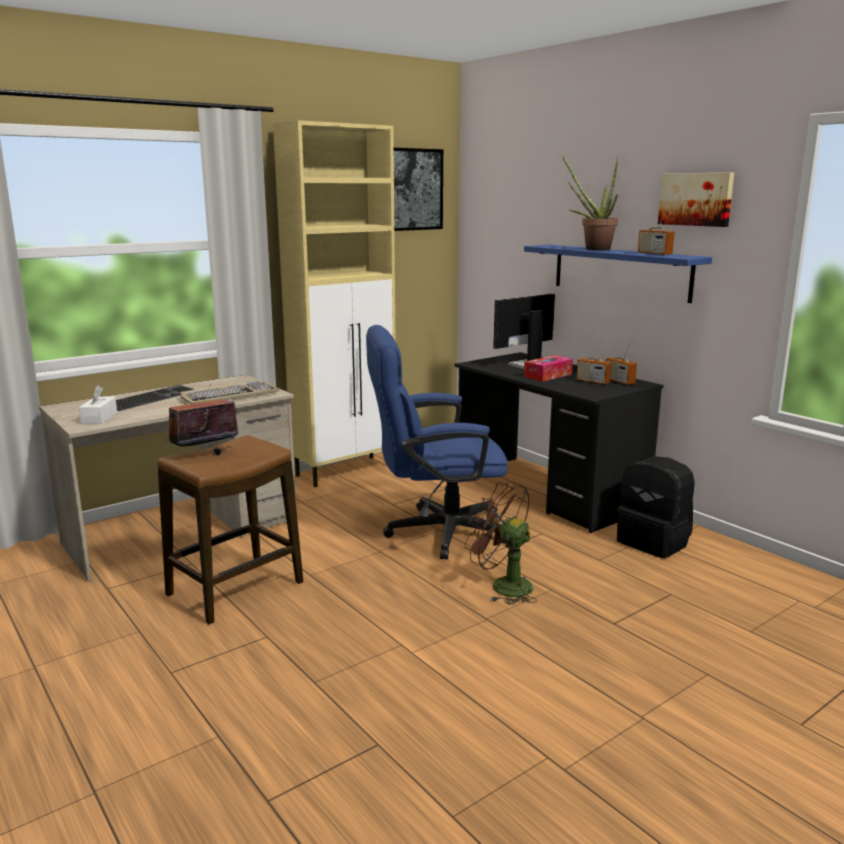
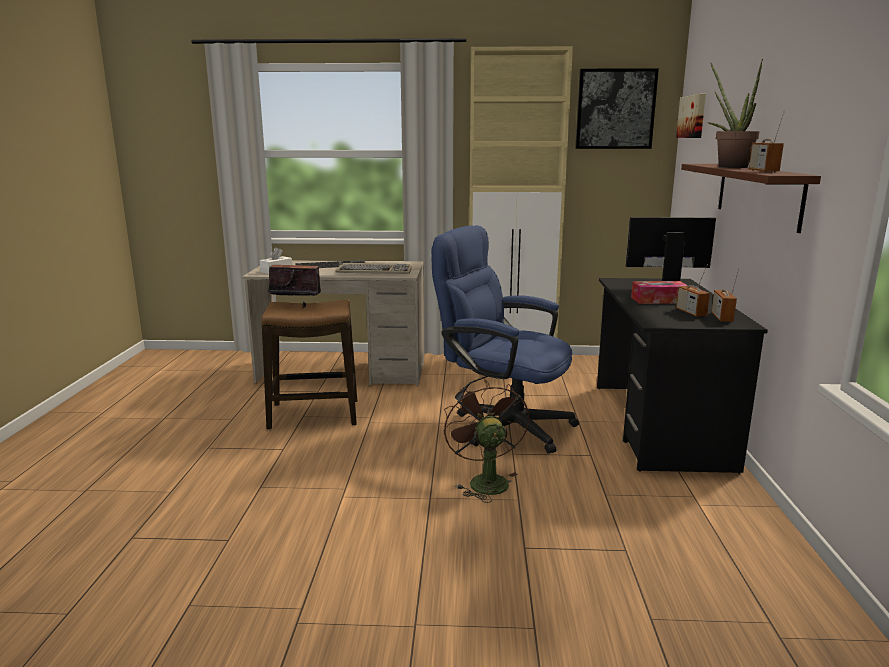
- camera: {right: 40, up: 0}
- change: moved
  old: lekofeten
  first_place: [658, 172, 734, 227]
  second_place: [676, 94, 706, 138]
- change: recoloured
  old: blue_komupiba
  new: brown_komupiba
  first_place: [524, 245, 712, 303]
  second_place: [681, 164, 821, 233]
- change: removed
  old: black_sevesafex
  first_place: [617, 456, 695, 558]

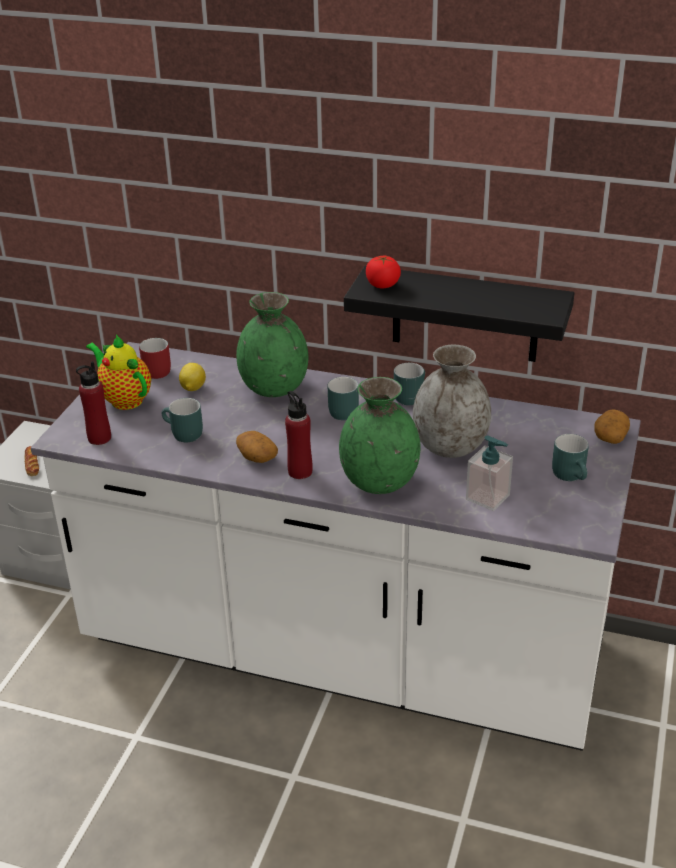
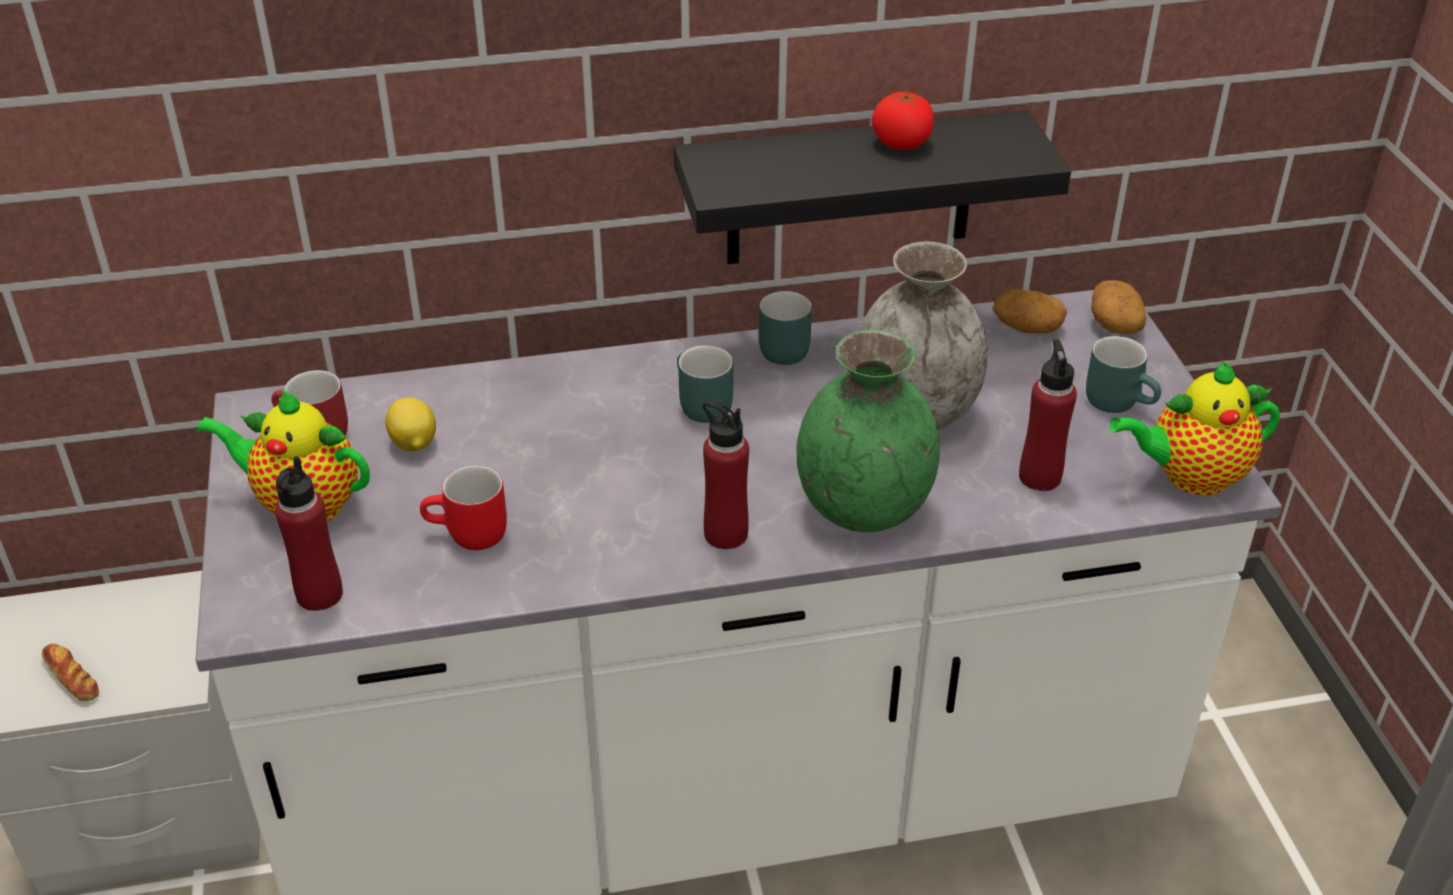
- camera: {right: -30, up: 5}
- change: moved
  old: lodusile
  first_place: [366, 256, 401, 289]
  second_place: [872, 92, 934, 150]
- change: removed
  old: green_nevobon
  first_place: [236, 292, 308, 397]
- change: recoloured
  old: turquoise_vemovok
  new: red_vemovok
  first_place: [162, 398, 203, 442]
  second_place: [420, 465, 507, 550]
- change: moved
  old: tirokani
  first_place: [236, 431, 278, 463]
  second_place: [993, 289, 1067, 334]
- change: replaced
  old: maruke
  new: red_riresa
  first_place: [466, 435, 513, 511]
  second_place: [1019, 339, 1077, 491]
- change: added
  new: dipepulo
  second_place: [1109, 361, 1280, 495]

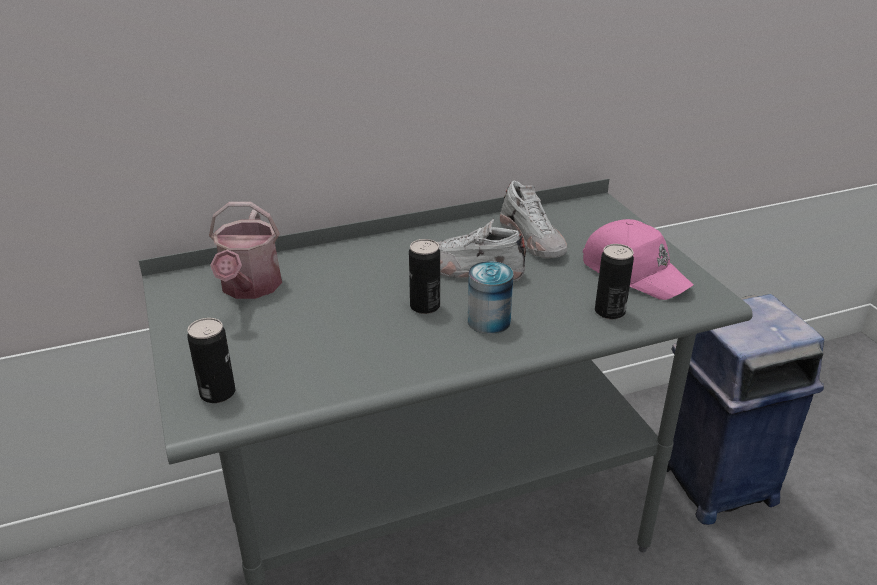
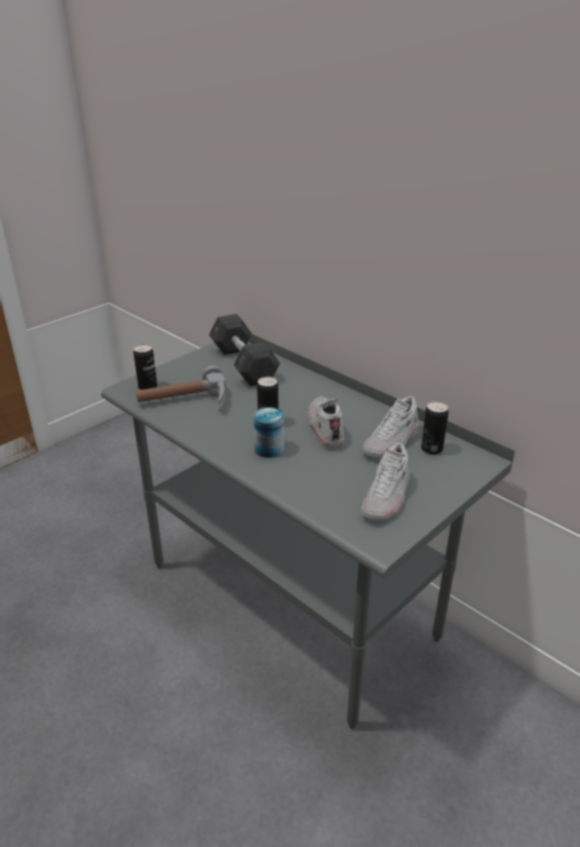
- camera: {right: 65, up: 0}
- change: replaced
  old: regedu
  new: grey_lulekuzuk
  first_place: [209, 202, 282, 299]
  second_place: [209, 314, 280, 386]
- change: replaced
  old: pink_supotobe
  new: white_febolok
  first_place: [583, 219, 694, 300]
  second_place: [361, 443, 410, 521]
- change: moved
  old: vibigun
  first_place: [595, 244, 634, 319]
  second_place: [421, 401, 449, 455]
- change: removed
  old: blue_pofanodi
  first_place: [667, 294, 824, 525]
- change: added
  new: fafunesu
  second_place: [136, 366, 227, 411]

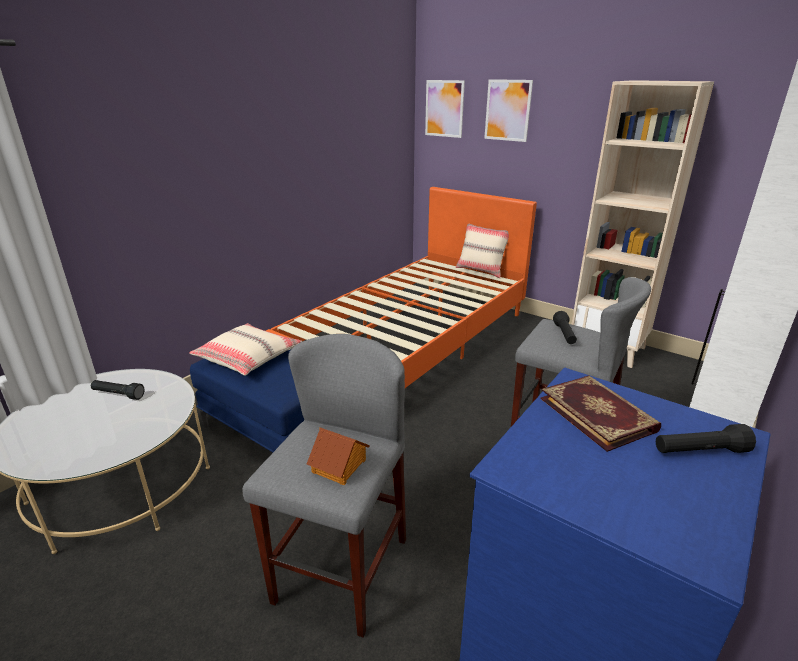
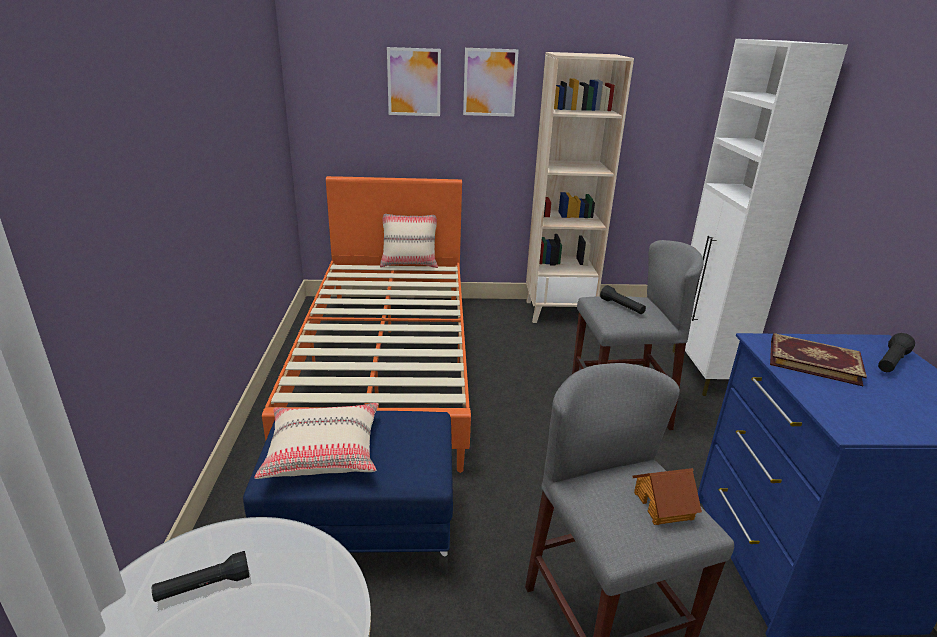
- camera: {right: -40, up: 0}
- change: moved
  old: lekofeten
  first_place: [425, 80, 465, 138]
  second_place: [463, 48, 519, 117]

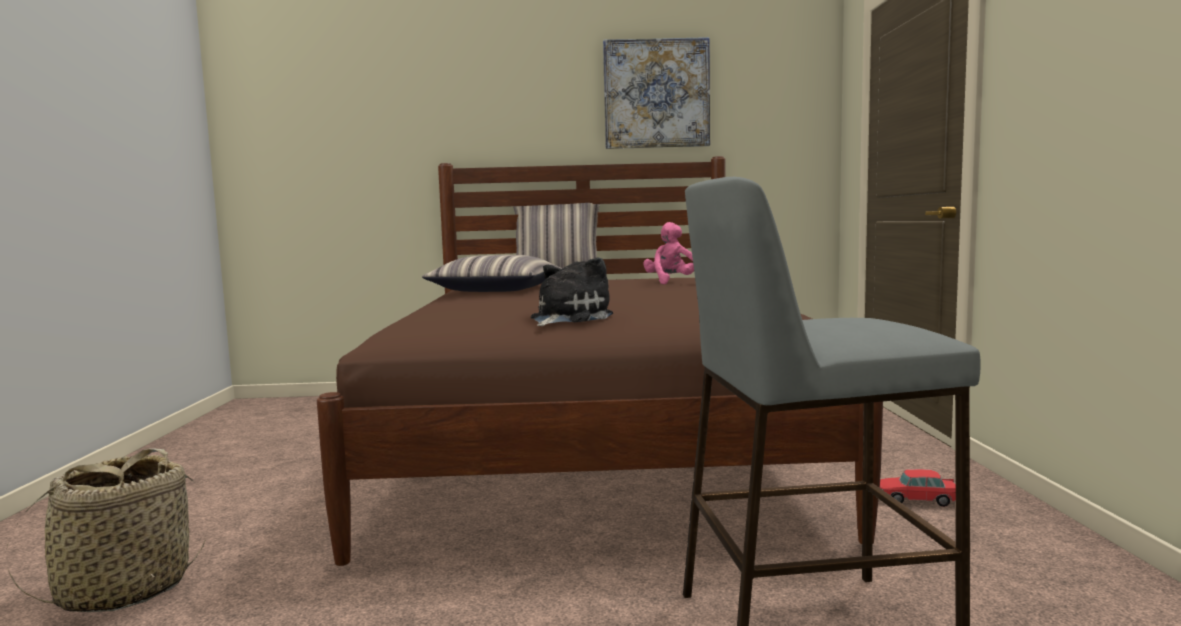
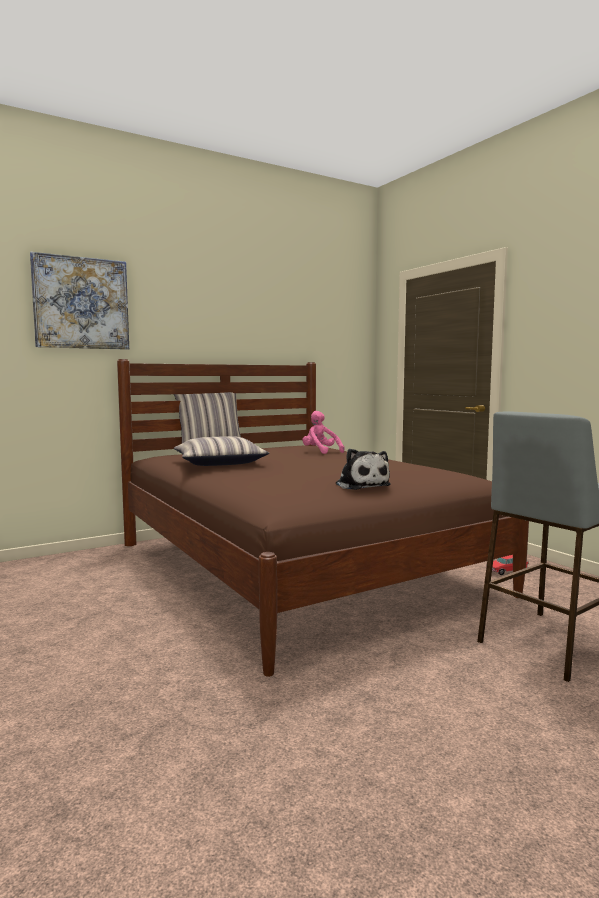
- camera: {right: -30, up: 0}
- change: moved
  old: lekofeten
  first_place: [603, 37, 710, 149]
  second_place: [30, 252, 129, 350]
- change: turned
  old: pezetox
  first_place: [531, 257, 613, 326]
  second_place: [336, 449, 391, 490]
  degrees: 150
- change: removed
  old: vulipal
  first_place: [7, 448, 206, 612]

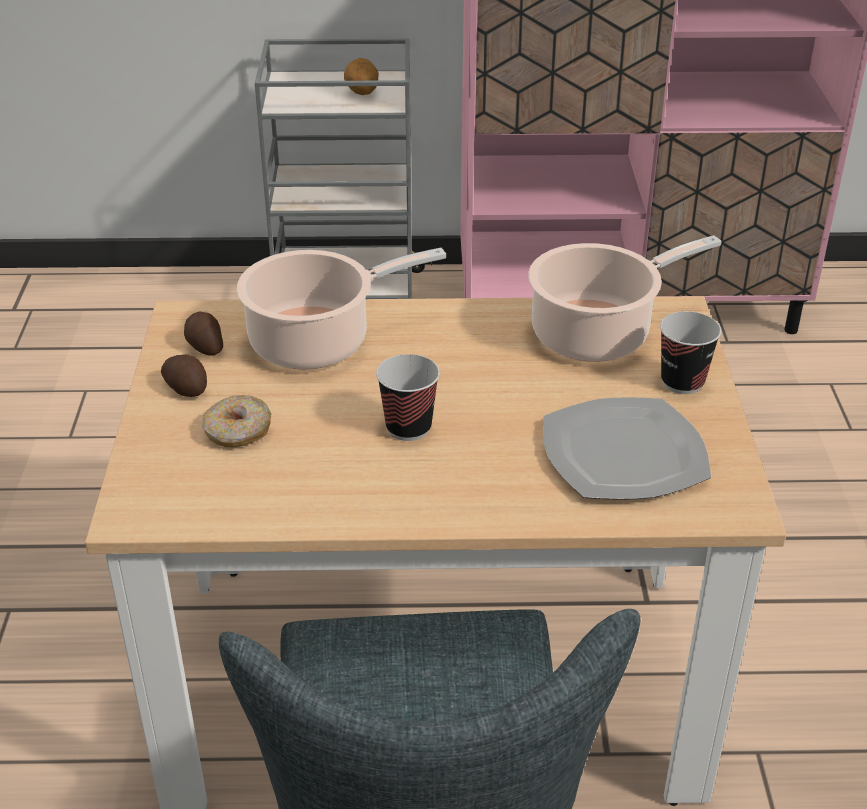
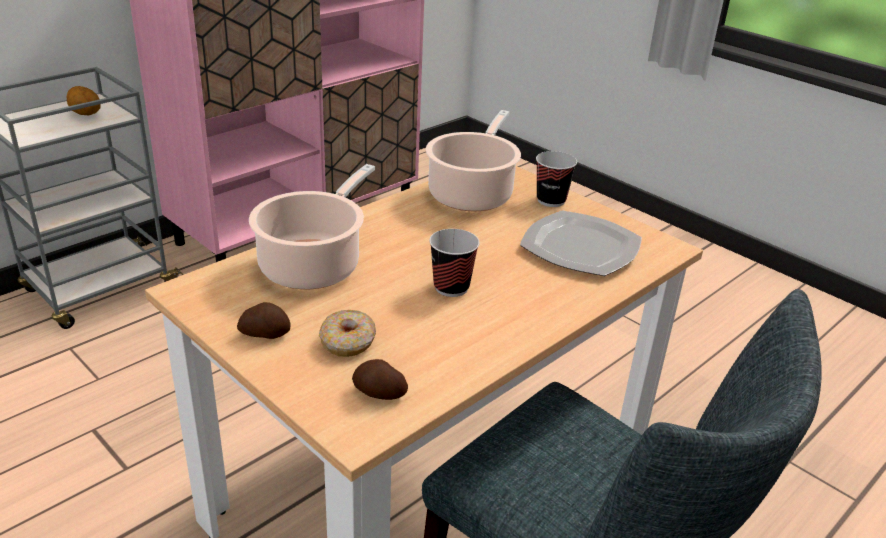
- camera: {right: -45, up: -5}
- change: moved
  old: tirokani
  first_place: [184, 311, 223, 356]
  second_place: [352, 359, 408, 400]

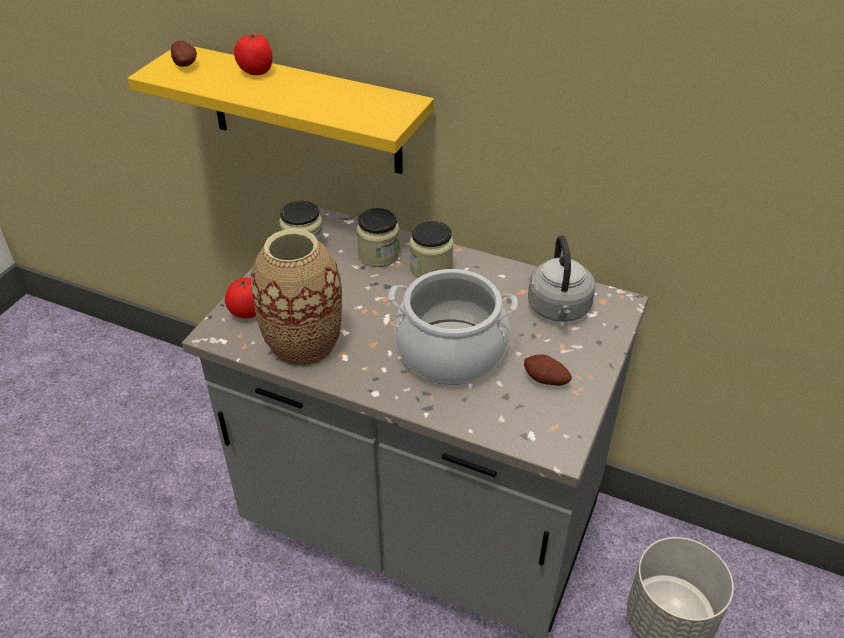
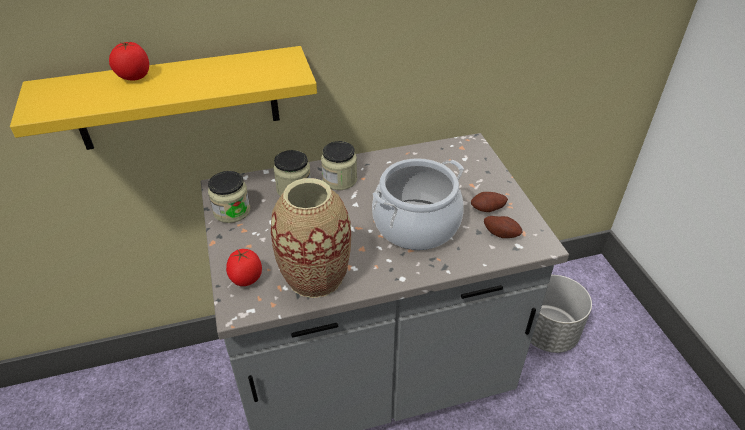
- camera: {right: -40, up: 0}
- change: moved
  old: tirokani
  first_place: [171, 40, 197, 67]
  second_place: [484, 216, 522, 238]
- change: removed
  old: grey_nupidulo
  first_place: [528, 235, 595, 322]

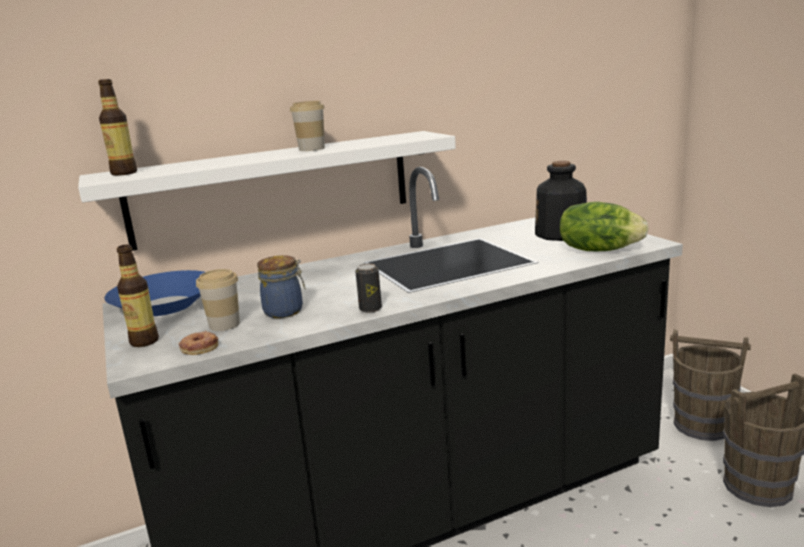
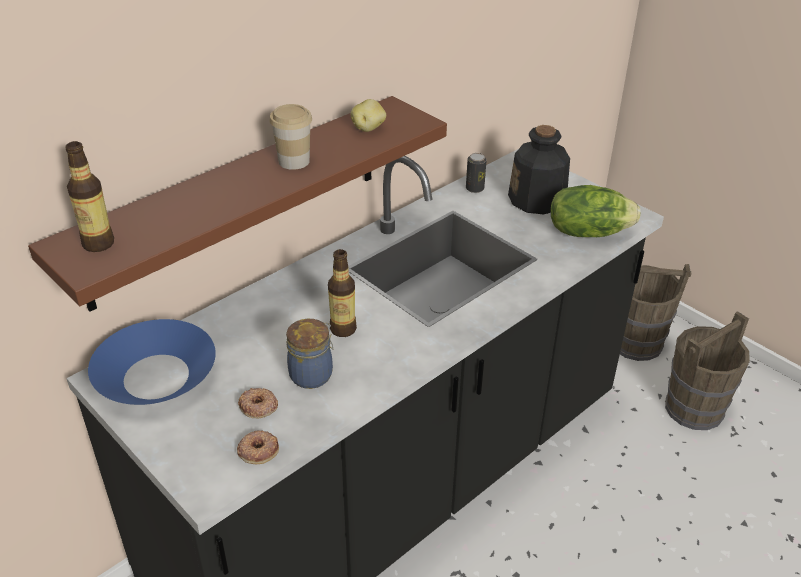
- camera: {right: -20, up: 20}
- change: recoloured
  old: white_komupiba
  new: brown_komupiba
  first_place: [78, 131, 456, 251]
  second_place: [28, 96, 447, 312]
- change: moved
  old: riresa
  first_place: [117, 245, 159, 347]
  second_place: [328, 249, 357, 337]
- change: moved
  old: vibigun
  first_place: [355, 264, 382, 313]
  second_place: [466, 153, 487, 193]
- change: replaced
  old: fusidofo
  new: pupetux
  first_place: [196, 269, 240, 331]
  second_place: [238, 388, 278, 419]
- change: added
  new: tirokani
  second_place: [351, 99, 386, 132]

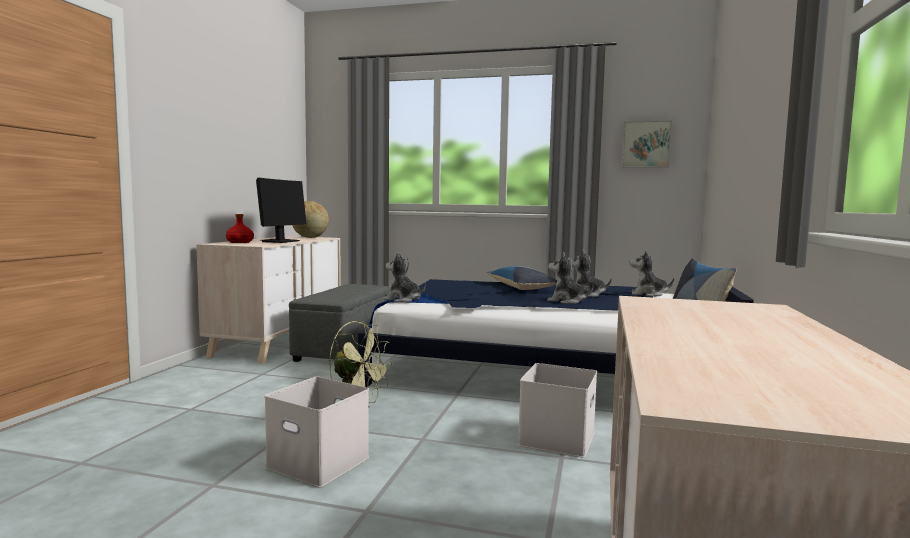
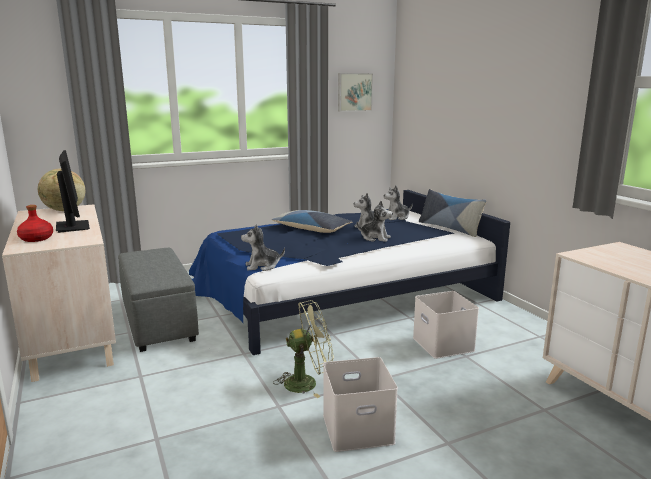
- camera: {right: -40, up: 10}
- change: turned
  old: pezetox
  first_place: [547, 252, 594, 304]
  second_place: [357, 201, 393, 242]
  degrees: -150

